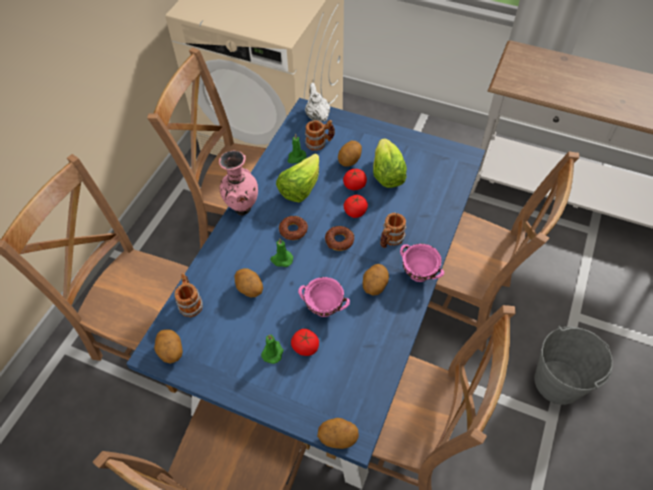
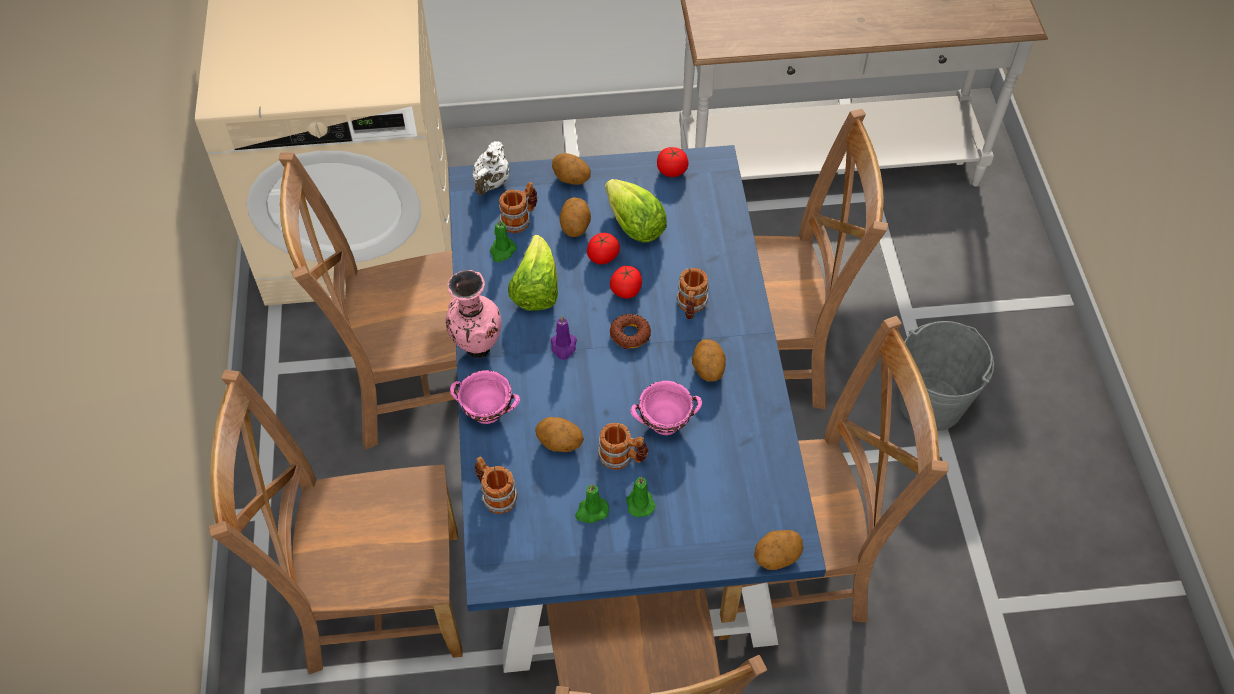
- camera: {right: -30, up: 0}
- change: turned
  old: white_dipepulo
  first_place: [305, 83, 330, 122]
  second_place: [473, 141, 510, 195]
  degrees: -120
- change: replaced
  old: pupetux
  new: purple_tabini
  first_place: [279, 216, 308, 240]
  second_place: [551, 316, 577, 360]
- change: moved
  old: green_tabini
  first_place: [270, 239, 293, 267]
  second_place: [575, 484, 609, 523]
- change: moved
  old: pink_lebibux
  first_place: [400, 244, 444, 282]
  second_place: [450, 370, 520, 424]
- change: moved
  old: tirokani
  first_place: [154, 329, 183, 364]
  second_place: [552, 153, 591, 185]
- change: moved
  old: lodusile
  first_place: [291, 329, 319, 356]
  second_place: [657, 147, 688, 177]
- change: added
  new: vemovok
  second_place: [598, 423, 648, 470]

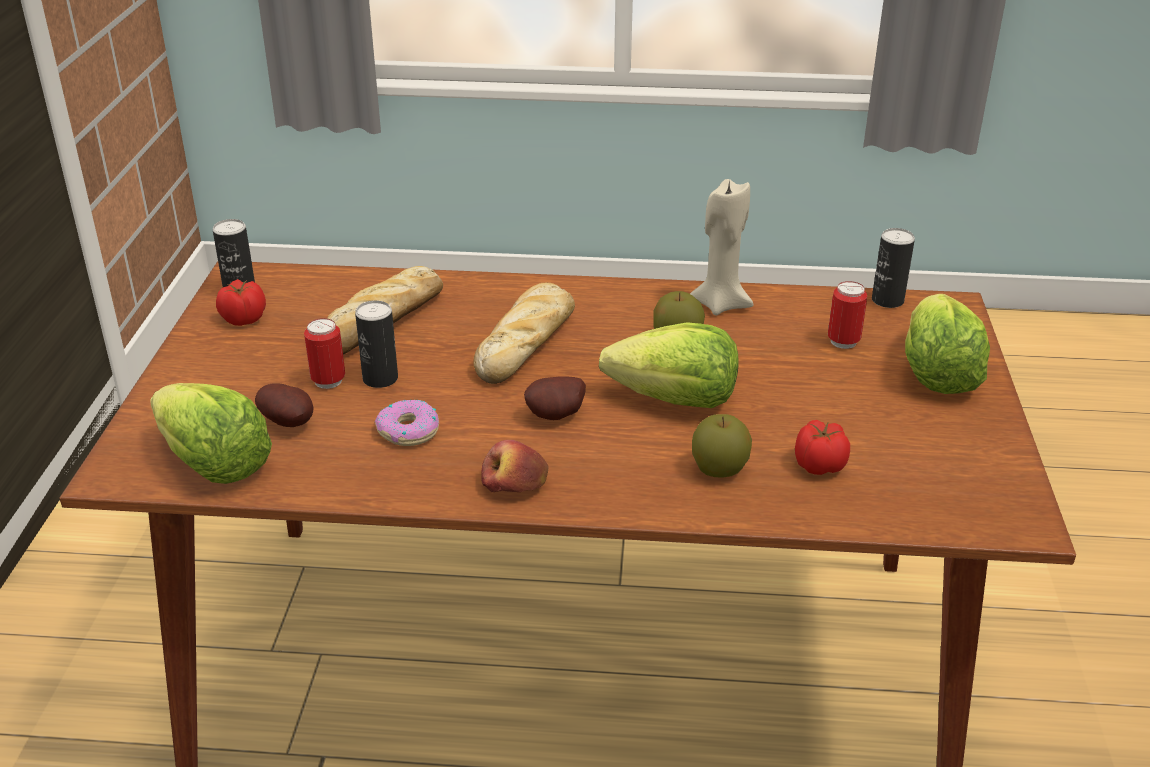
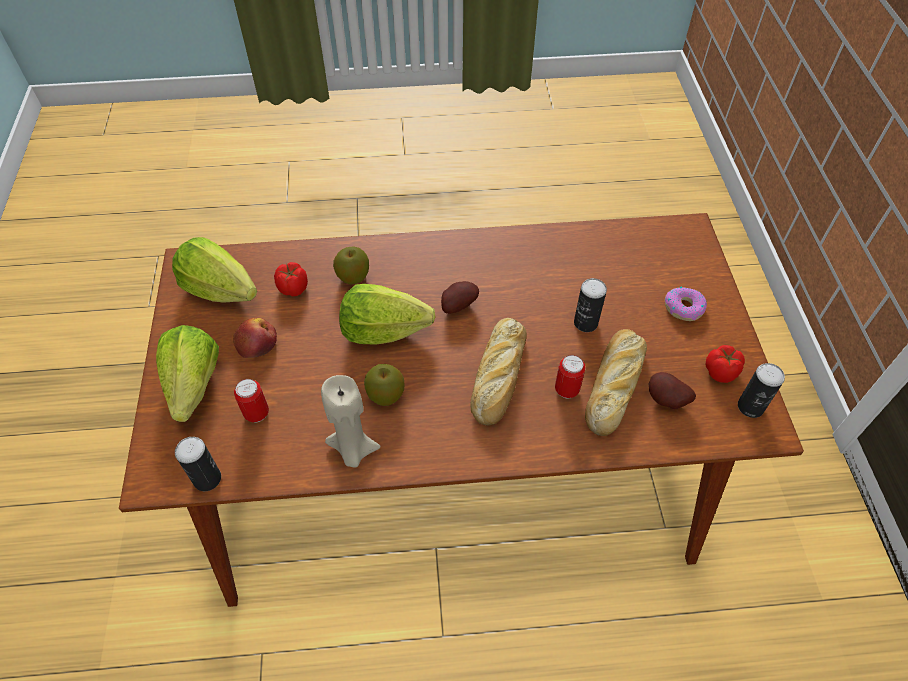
- camera: {right: 170, up: 20}
- change: moved
  old: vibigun
  first_place: [304, 318, 345, 389]
  second_place: [555, 355, 585, 399]
- change: moved
  old: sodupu
  first_place: [150, 383, 272, 484]
  second_place: [172, 237, 257, 303]
- change: moved
  old: tirokani
  first_place: [255, 383, 314, 427]
  second_place: [649, 372, 696, 409]
- change: moved
  old: pupetux
  first_place: [375, 400, 439, 446]
  second_place: [665, 286, 707, 321]
- change: moved
  old: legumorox
  first_place: [481, 440, 549, 492]
  second_place: [233, 318, 277, 358]

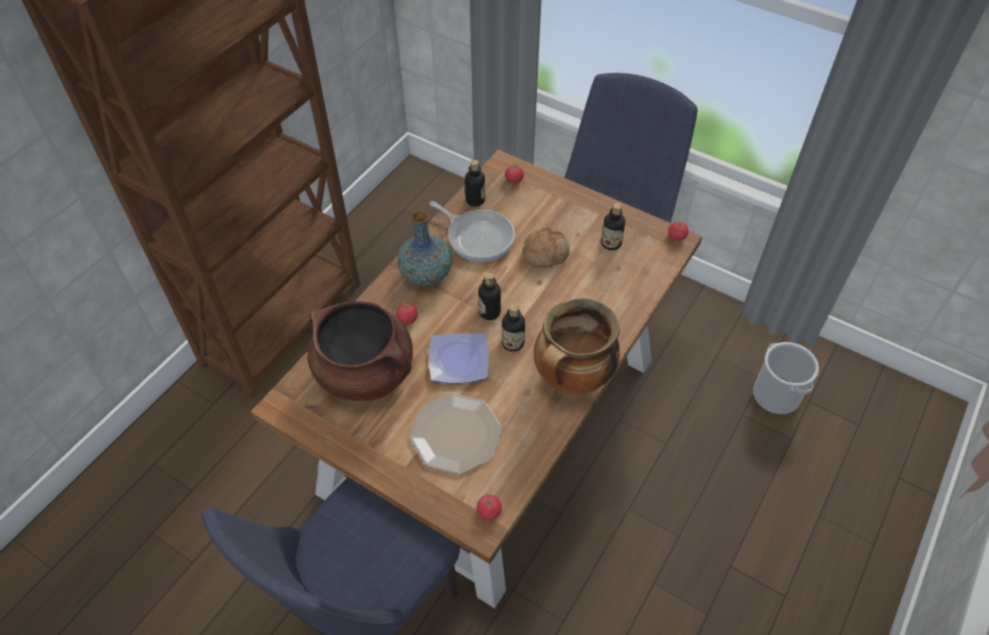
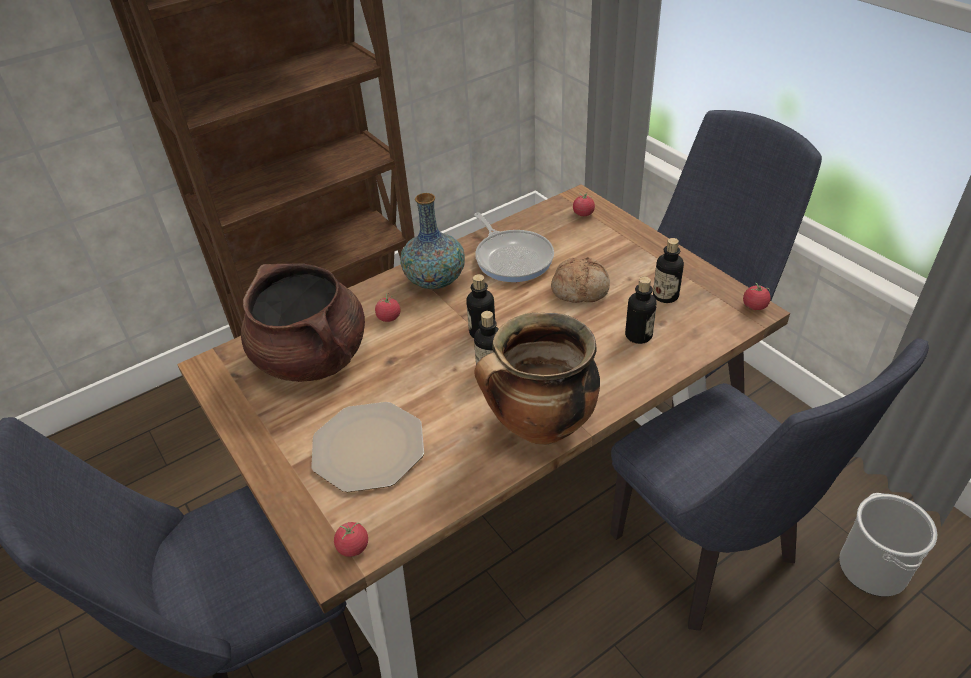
- camera: {right: 25, up: -10}
- change: moved
  old: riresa
  first_place: [465, 159, 485, 207]
  second_place: [625, 276, 657, 344]
- change: removed
  old: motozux
  first_place: [429, 333, 489, 384]
- change: added
  new: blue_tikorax
  second_place: [610, 338, 929, 631]

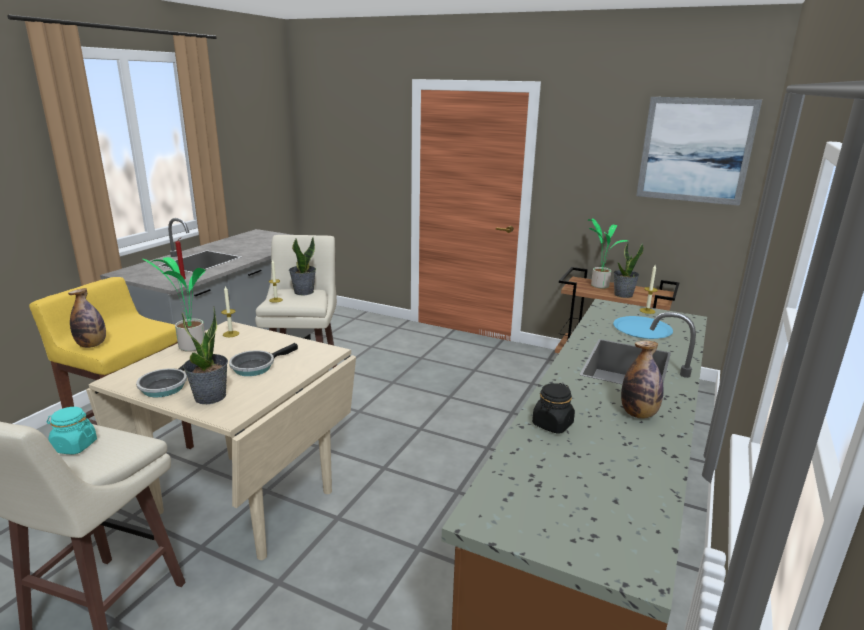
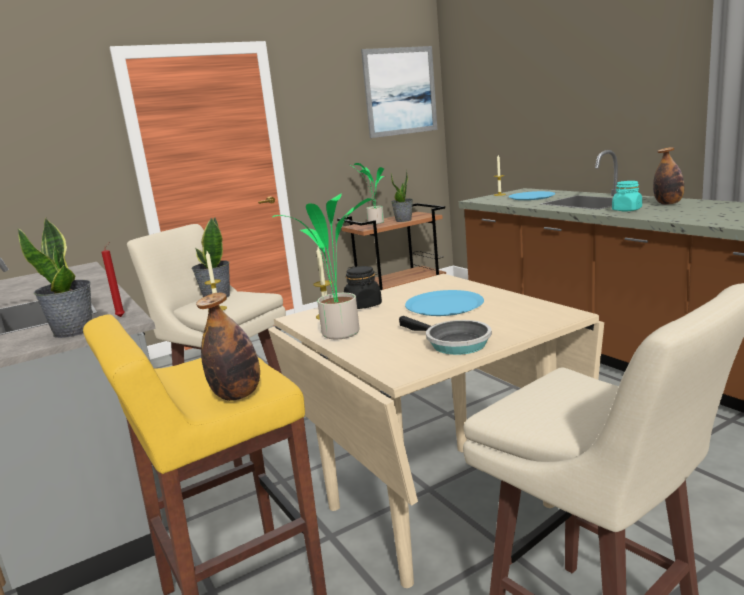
- camera: {right: -55, up: -5}
- change: moved
  old: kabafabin
  first_place: [182, 307, 228, 404]
  second_place: [17, 217, 92, 338]
- change: replaced
  old: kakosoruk
  new: blue_motozux
  first_place: [229, 343, 298, 376]
  second_place: [405, 290, 484, 316]
- change: moved
  old: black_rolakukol
  first_place: [532, 383, 575, 434]
  second_place: [344, 266, 382, 309]
- change: moved
  old: turquoise_rolakukol
  first_place: [47, 407, 97, 454]
  second_place: [612, 181, 642, 211]

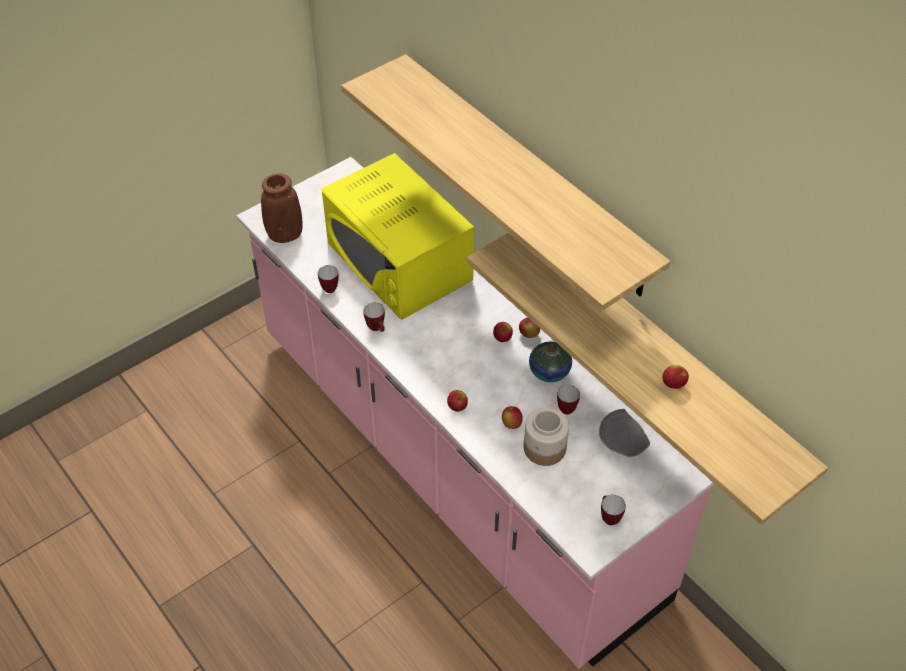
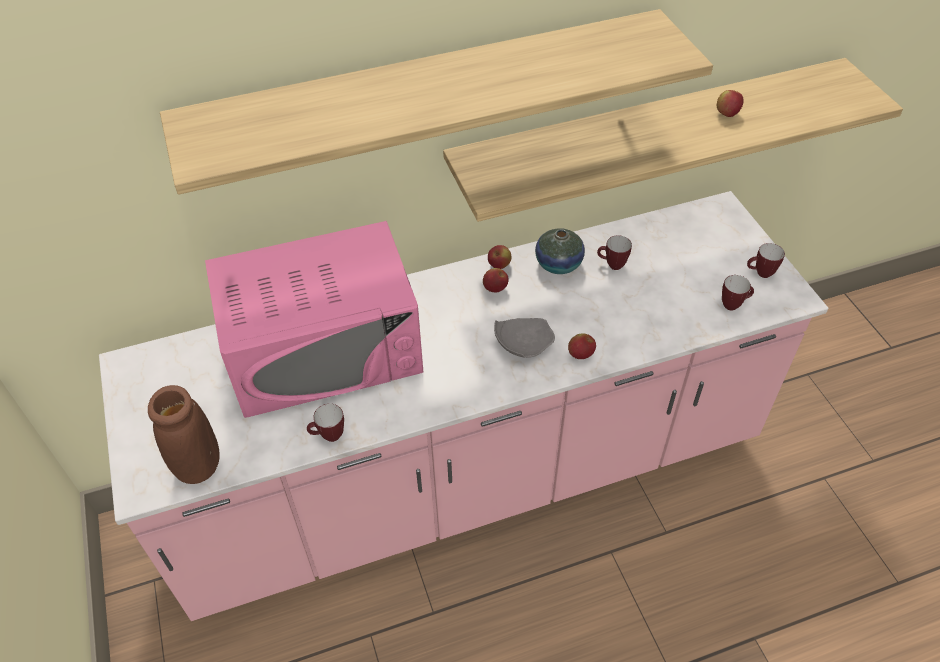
- camera: {right: -70, up: 0}
- change: recoloured
  old: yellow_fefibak
  new: pink_fefibak
  first_place: [322, 153, 474, 320]
  second_place: [205, 221, 423, 418]
- change: moved
  old: vemovok
  first_place: [363, 303, 385, 332]
  second_place: [722, 275, 754, 310]
- change: removed
  old: legumorox
  first_place: [502, 406, 523, 429]
- change: removed
  old: rolakukol
  first_place: [524, 408, 569, 466]
- change: moved
  old: grey_motozux
  first_place: [599, 409, 650, 457]
  second_place: [494, 318, 555, 358]

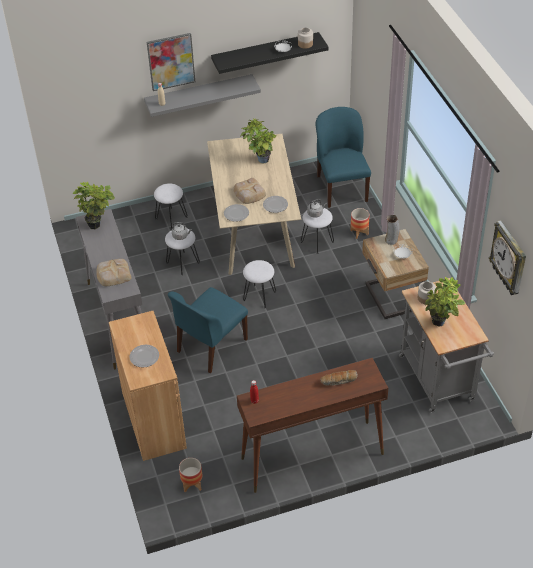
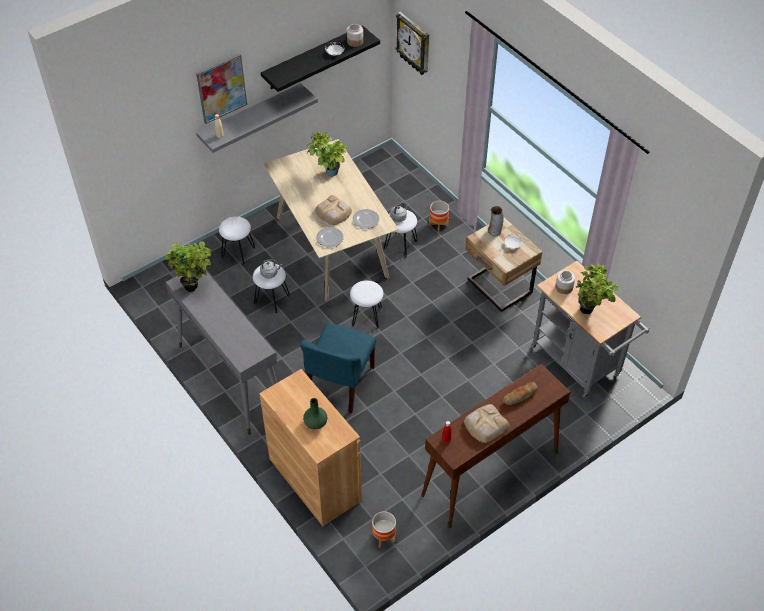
- camera: {right: -20, up: 5}
- change: removed
  old: blue_tikorax
  first_place: [316, 107, 371, 208]
- change: moved
  old: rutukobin
  first_place: [489, 220, 526, 295]
  second_place: [396, 12, 429, 75]
- change: moved
  old: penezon
  first_place: [96, 259, 132, 286]
  second_place: [464, 404, 510, 443]
- change: replaced
  old: motozux
  new: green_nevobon
  first_place: [129, 345, 159, 368]
  second_place: [303, 398, 327, 429]

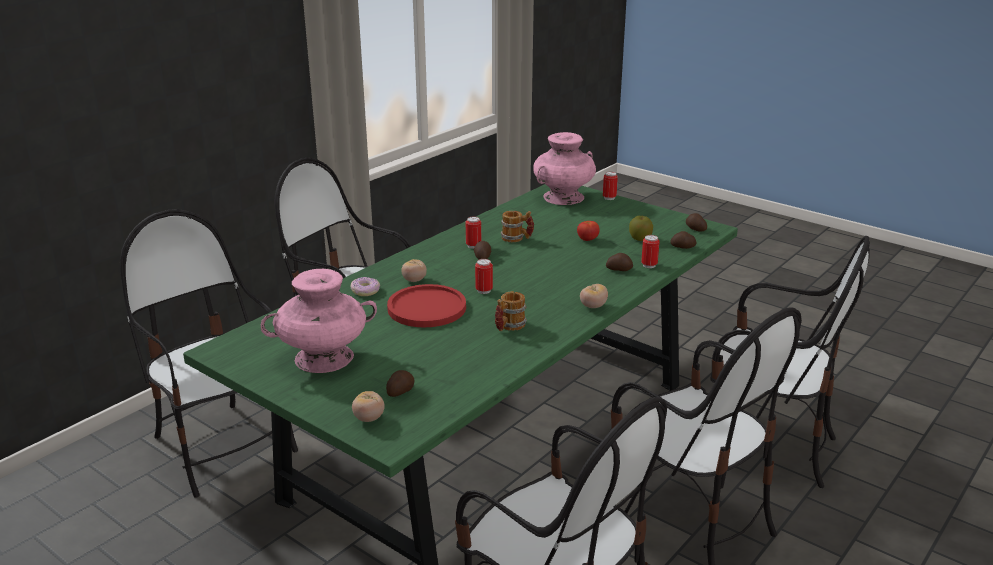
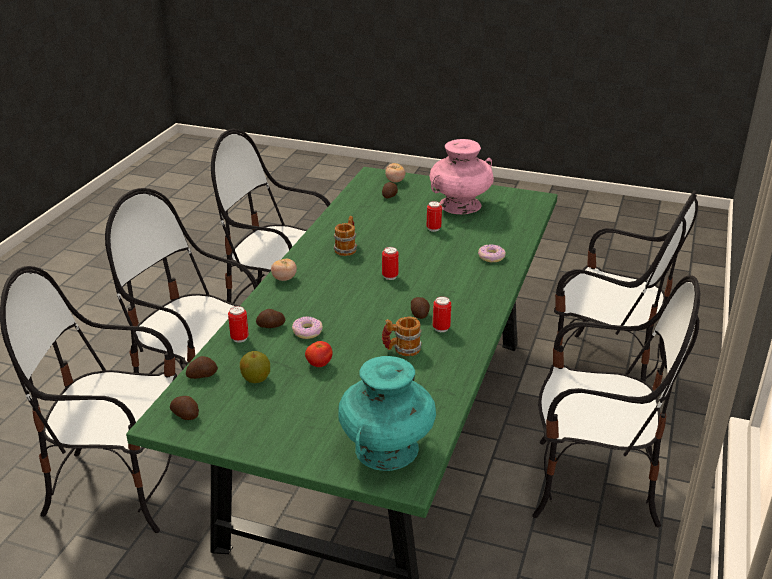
- camera: {right: 160, up: 5}
- change: recoloured
  old: pink_nevobon
  new: turquoise_nevobon
  first_place: [533, 132, 596, 205]
  second_place: [338, 356, 436, 471]
- change: moved
  old: vibigun
  first_place: [603, 172, 618, 200]
  second_place: [427, 201, 442, 232]
- change: removed
  old: lodusile
  first_place: [401, 259, 427, 282]
- change: removed
  old: red_motozux
  first_place: [387, 284, 466, 327]
- change: added
  new: pupetux
  second_place: [292, 316, 323, 339]

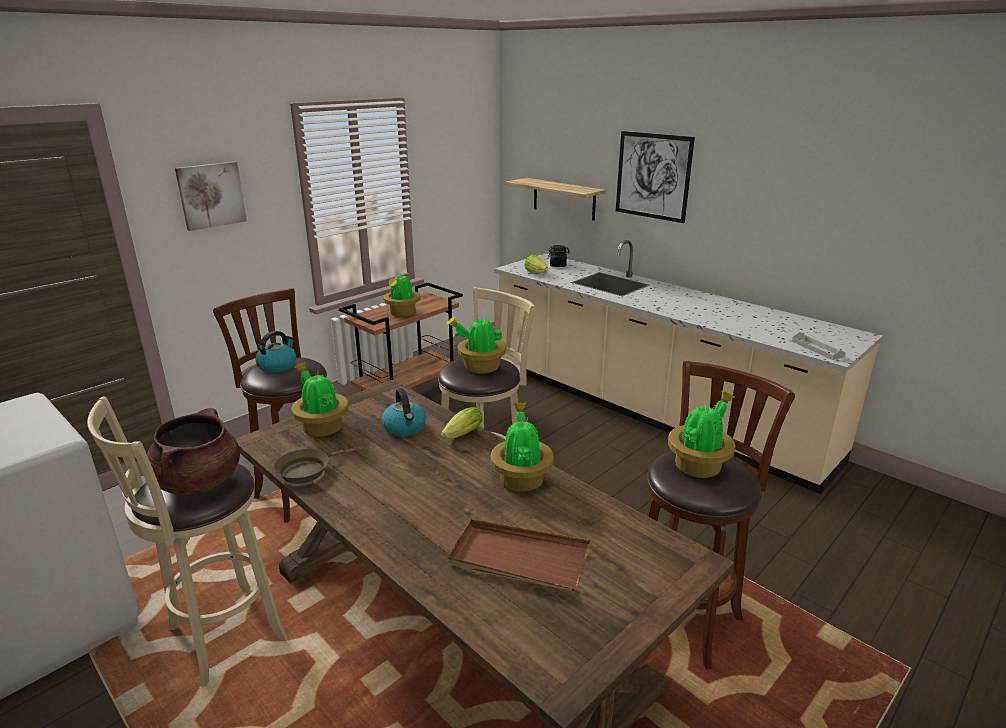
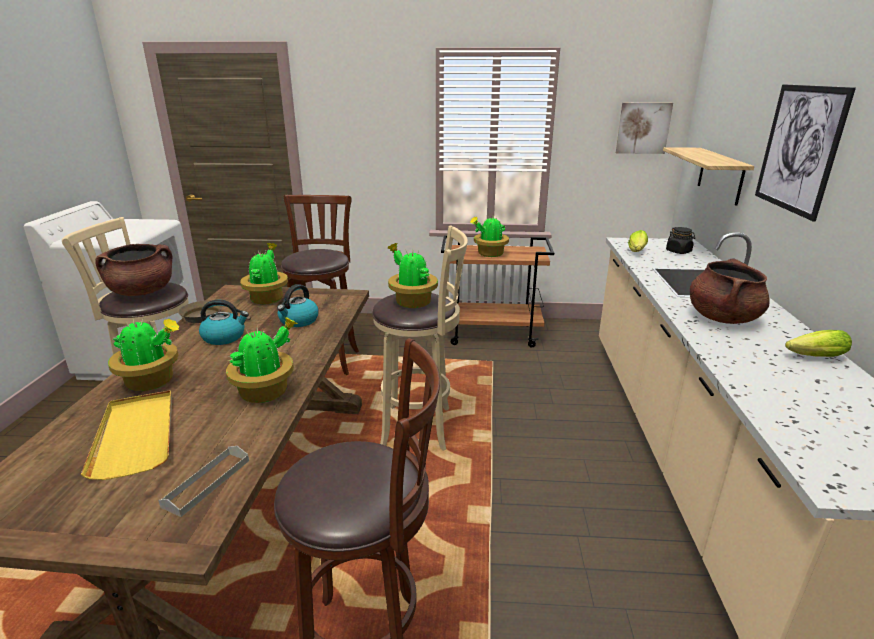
- camera: {right: 50, up: 0}
- change: moved
  old: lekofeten
  first_place: [175, 162, 247, 231]
  second_place: [616, 103, 673, 154]
- change: moved
  old: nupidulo
  first_place: [255, 331, 296, 373]
  second_place: [199, 300, 249, 345]
- change: moved
  old: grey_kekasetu
  first_place: [792, 332, 846, 360]
  second_place: [158, 446, 249, 517]
- change: moved
  old: kabafabin
  first_place: [668, 391, 735, 478]
  second_place: [108, 316, 180, 391]
- change: moved
  old: sodupu
  first_place: [440, 407, 482, 439]
  second_place: [785, 330, 852, 357]
- change: recoloured
  old: brown_kekasetu
  new: yellow_kekasetu
  first_place: [448, 519, 590, 591]
  second_place: [81, 390, 172, 480]
- change: added
  new: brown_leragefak
  second_place: [690, 258, 770, 324]

